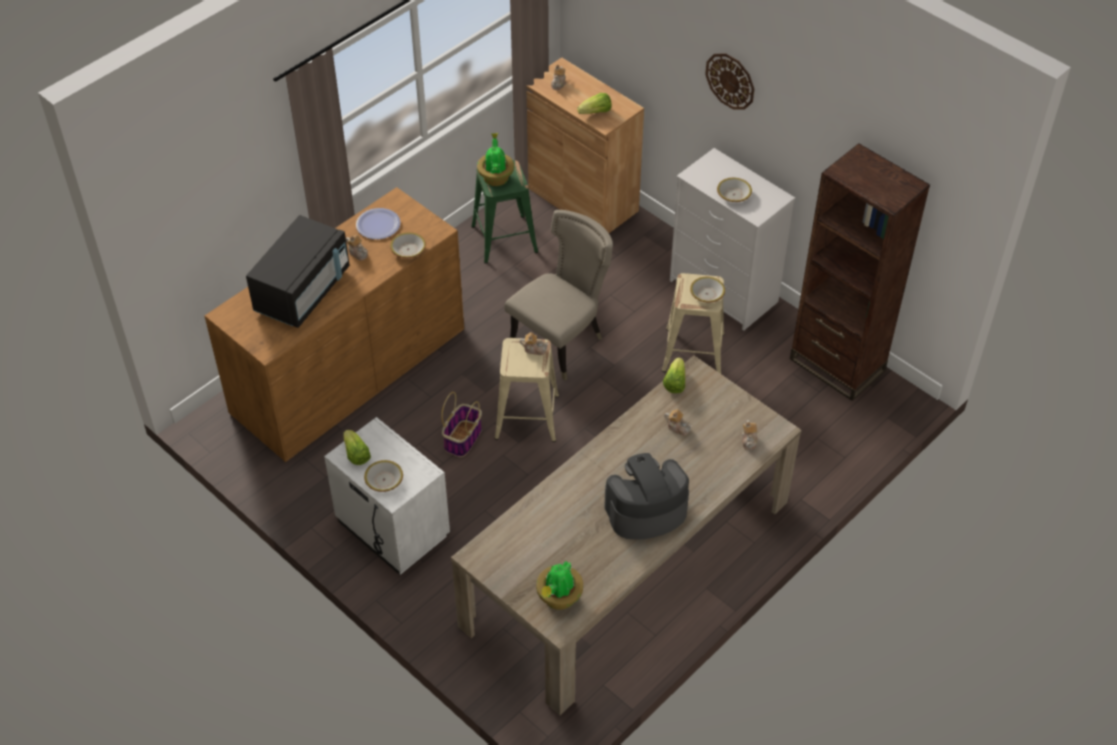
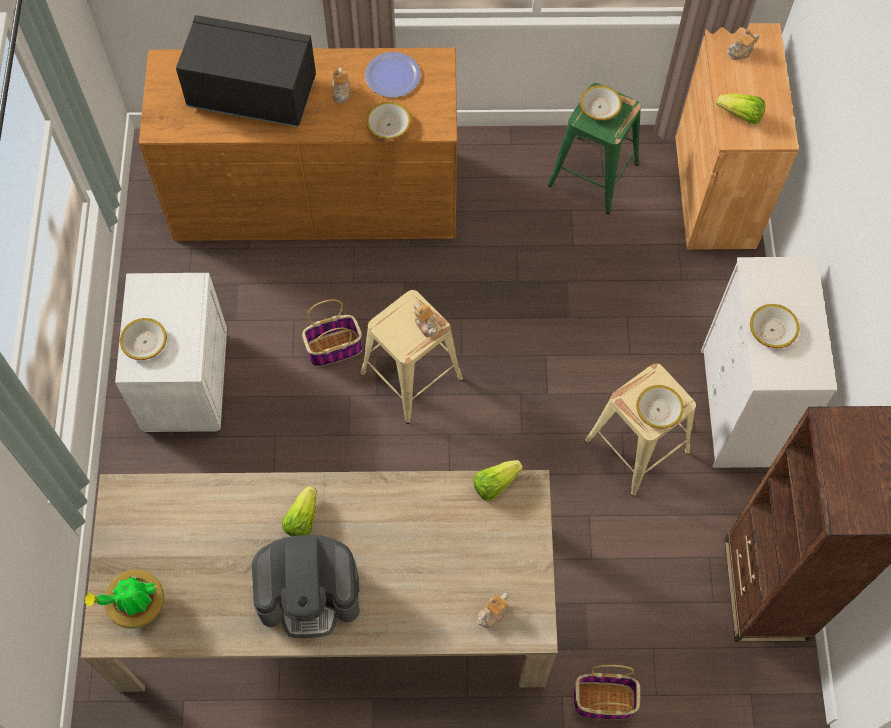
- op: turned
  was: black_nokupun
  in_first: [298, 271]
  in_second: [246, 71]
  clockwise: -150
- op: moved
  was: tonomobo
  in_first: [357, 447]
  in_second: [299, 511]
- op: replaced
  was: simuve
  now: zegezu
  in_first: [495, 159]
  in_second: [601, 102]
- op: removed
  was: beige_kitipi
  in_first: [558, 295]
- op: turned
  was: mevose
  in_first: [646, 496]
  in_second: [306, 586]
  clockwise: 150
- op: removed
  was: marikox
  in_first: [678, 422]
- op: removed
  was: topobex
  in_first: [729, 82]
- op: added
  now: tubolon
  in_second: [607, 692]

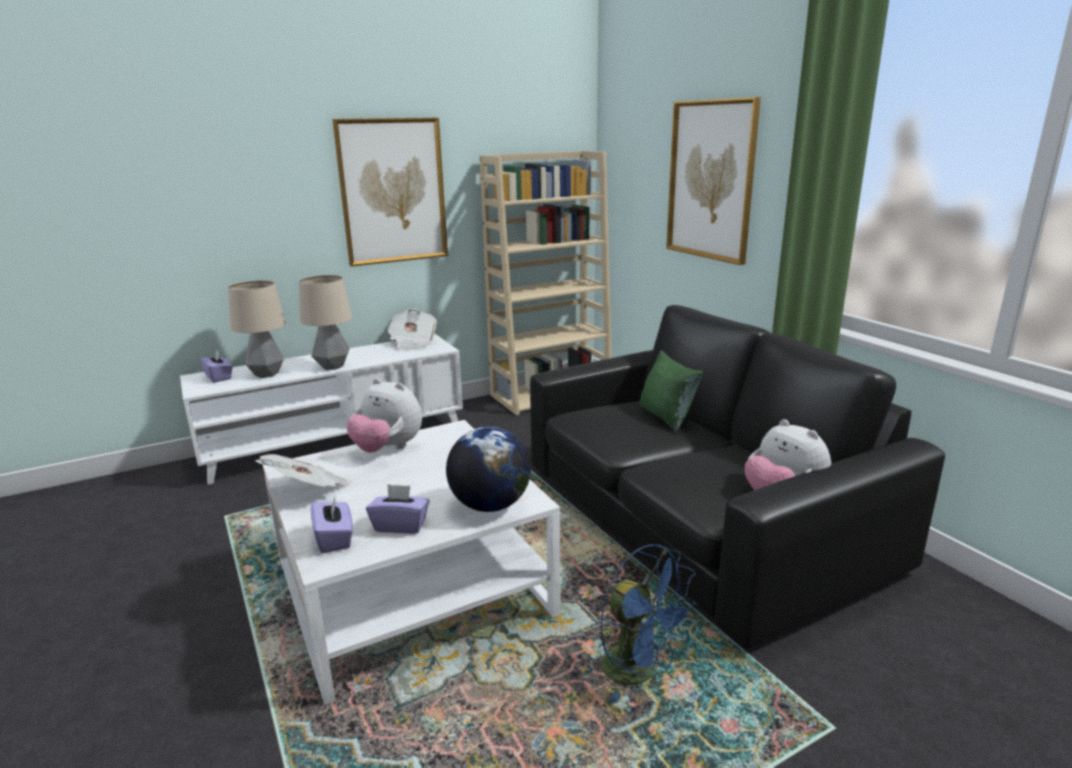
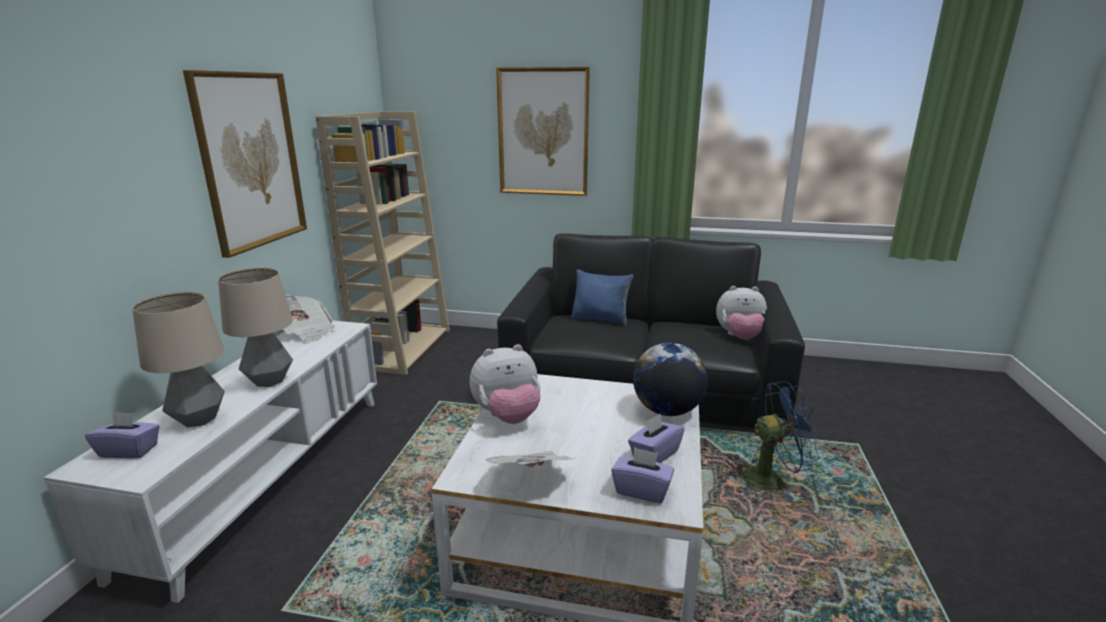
- op: recoloured
  was: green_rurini
  now: blue_rurini
  in_first: [671, 391]
  in_second: [603, 297]

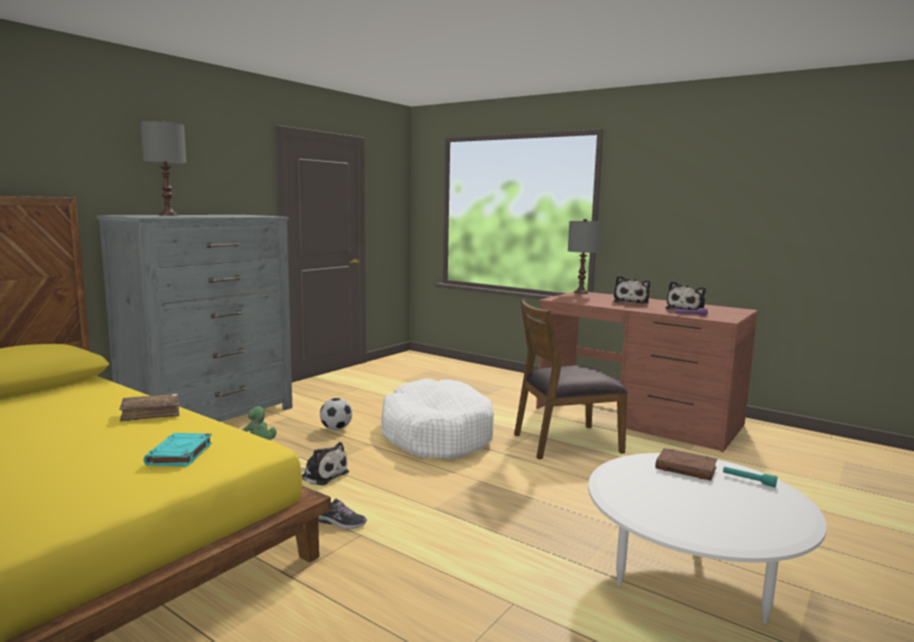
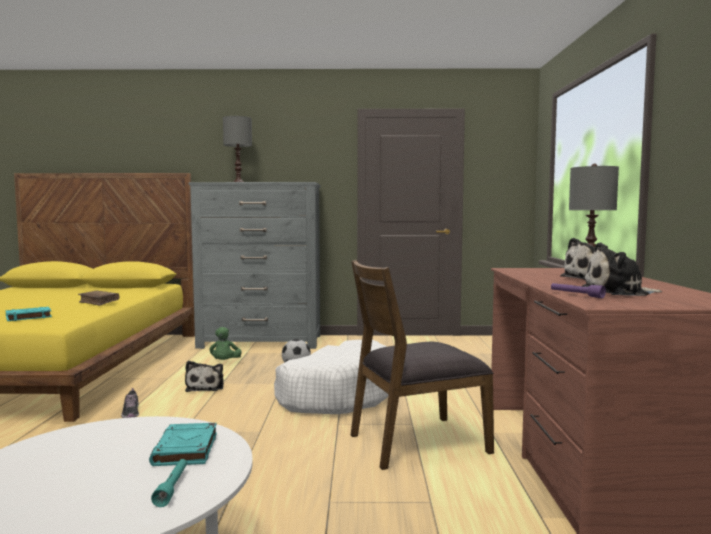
- op: turned
  was: brown_kitipi
  in_first: [571, 379]
  in_second: [422, 365]
  clockwise: -60
- op: recoloured
  was: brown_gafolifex
  now: turquoise_gafolifex
  in_first: [686, 464]
  in_second: [183, 444]

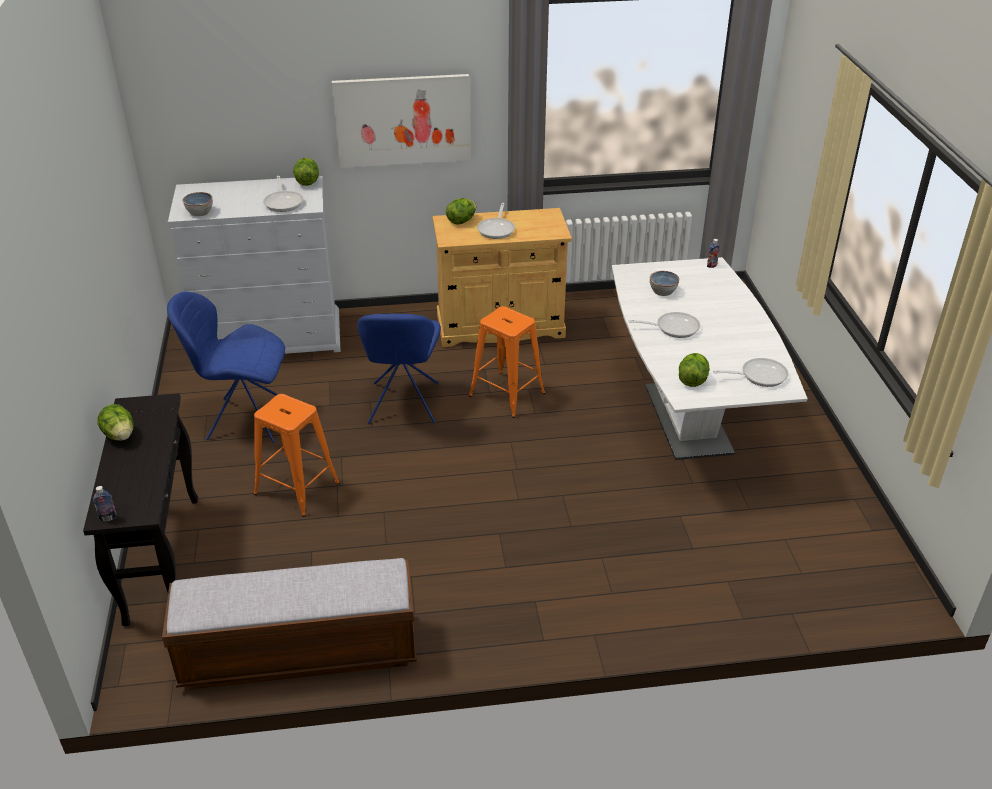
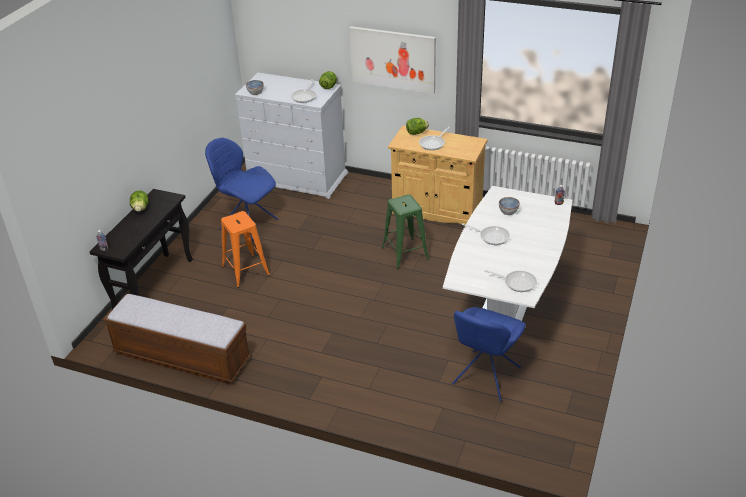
- op: moved
  was: blue_kitipi
  in_first: [399, 369]
  in_second: [489, 354]
- op: recoloured
  was: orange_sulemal
  now: green_sulemal
  in_first: [507, 362]
  in_second: [405, 231]
- op: removed
  was: tonomobo
  in_first: [694, 370]

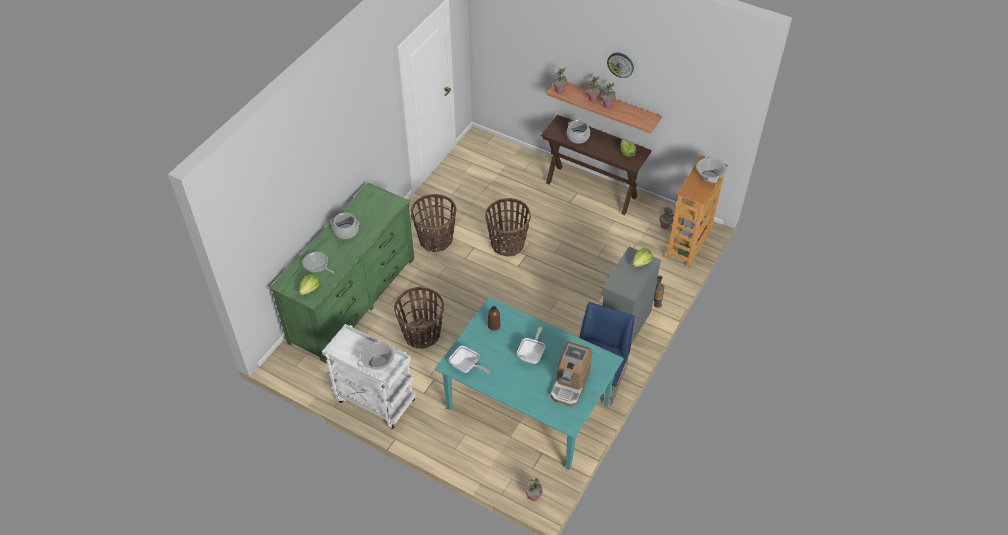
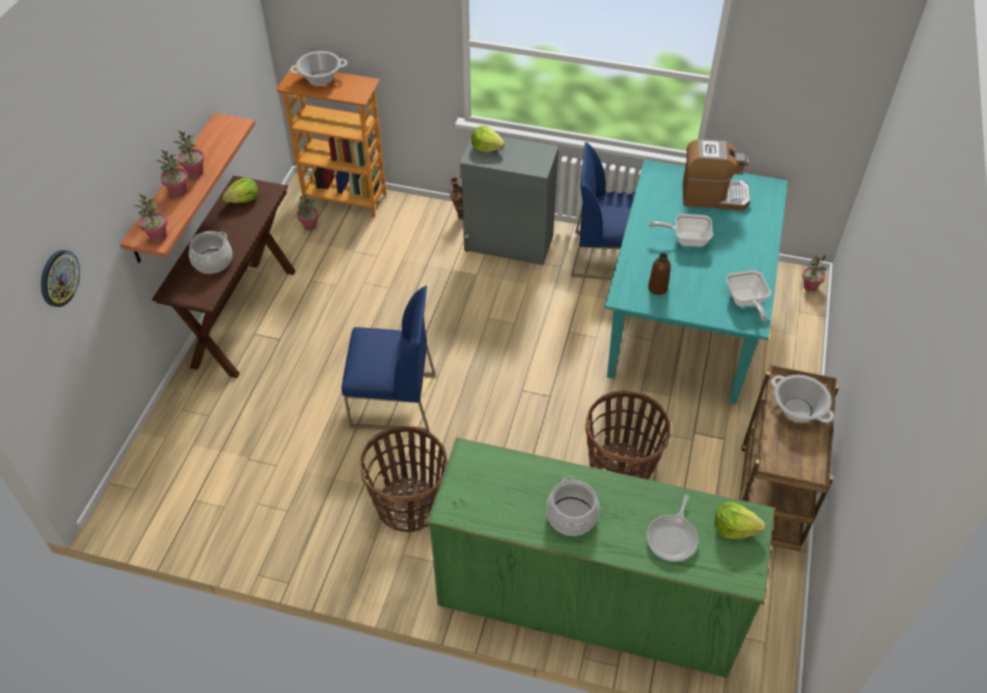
- op: recoloured
  was: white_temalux
  now: brown_temalux
  in_first: [369, 376]
  in_second: [789, 458]
- op: turned
  was: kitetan
  in_first: [469, 360]
  in_second: [748, 296]
  clockwise: 150
- op: replaced
  was: tubolon
  now: blue_kitipi
  in_first: [508, 227]
  in_second: [388, 358]
- op: moved
  was: topobex
  in_first: [620, 65]
  in_second: [60, 278]

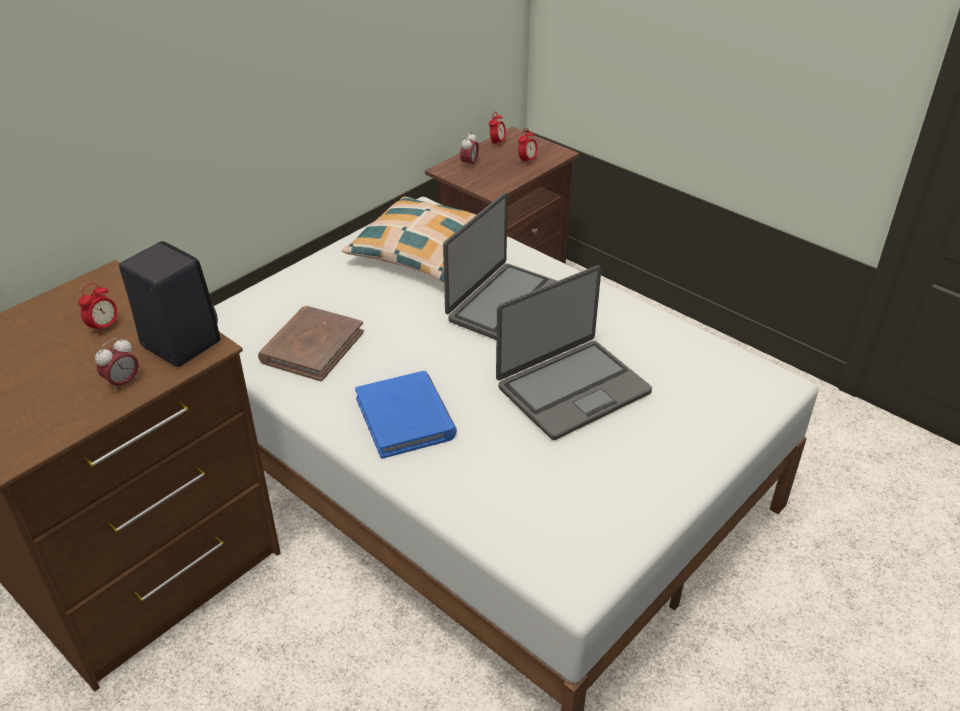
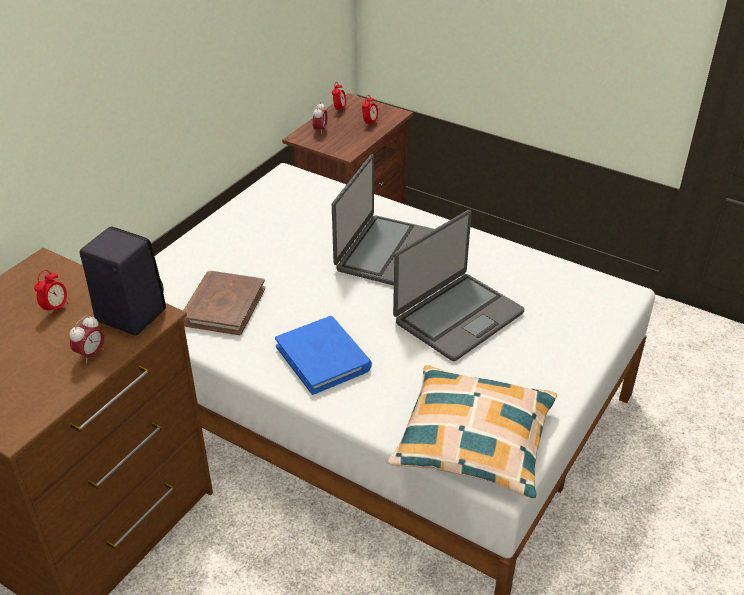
- op: moved
  was: rurini
  in_first: [409, 239]
  in_second: [472, 432]

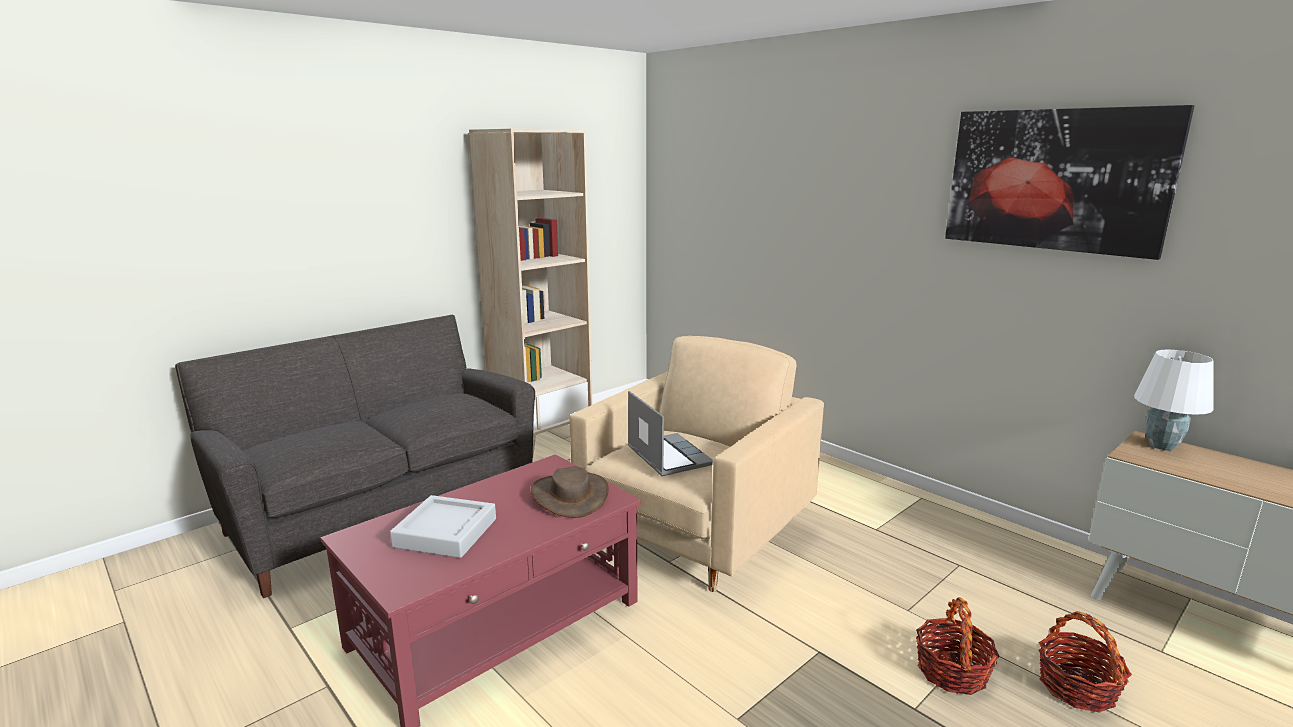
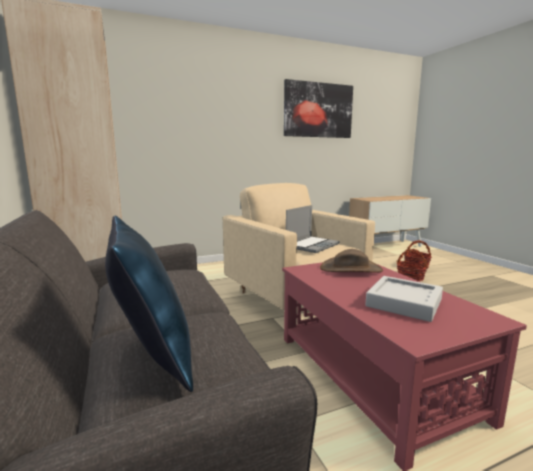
- op: turned
  was: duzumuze
  in_first: [671, 433]
  in_second: [313, 229]
  clockwise: 135
- op: removed
  was: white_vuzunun
  in_first: [1174, 400]
- op: added
  now: blue_rurini
  in_second: [149, 304]

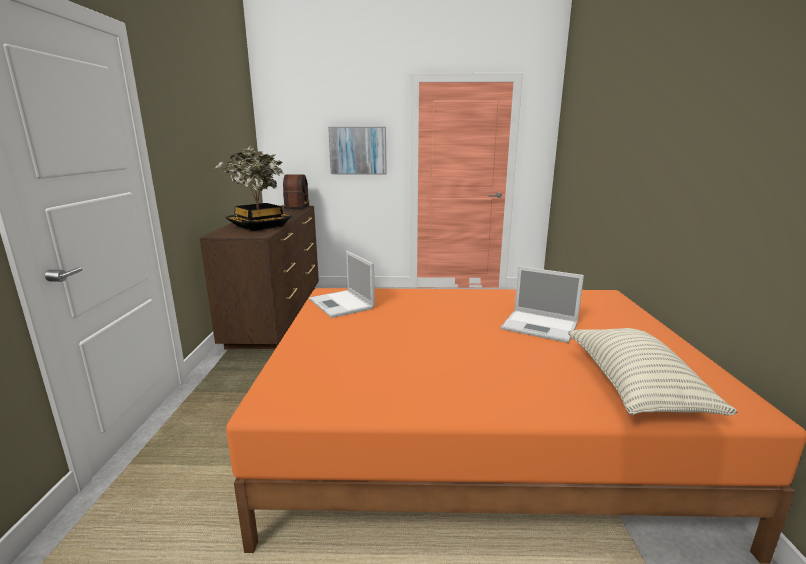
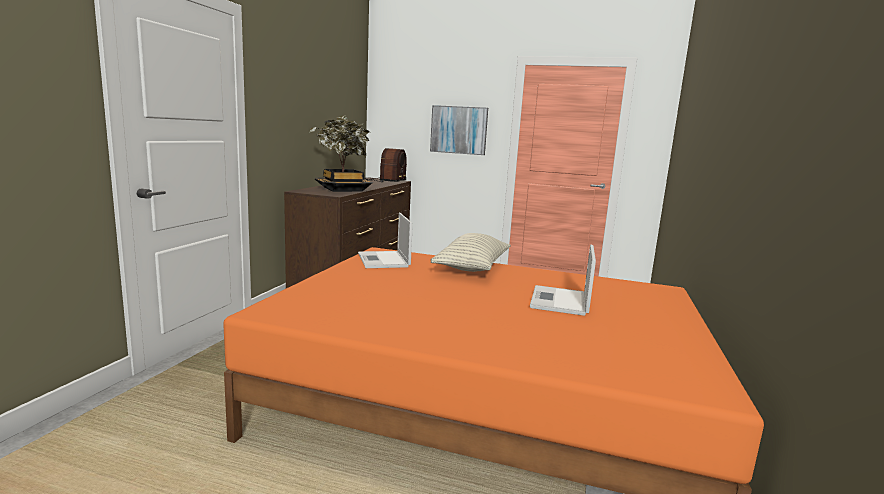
- op: turned
  was: duzumuze
  in_first: [542, 304]
  in_second: [563, 280]
  clockwise: 60
- op: moved
  was: rurini
  in_first: [652, 371]
  in_second: [471, 252]

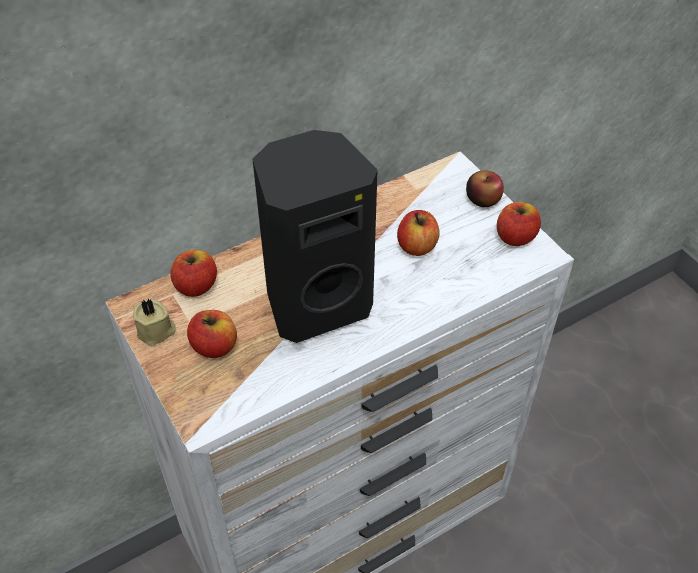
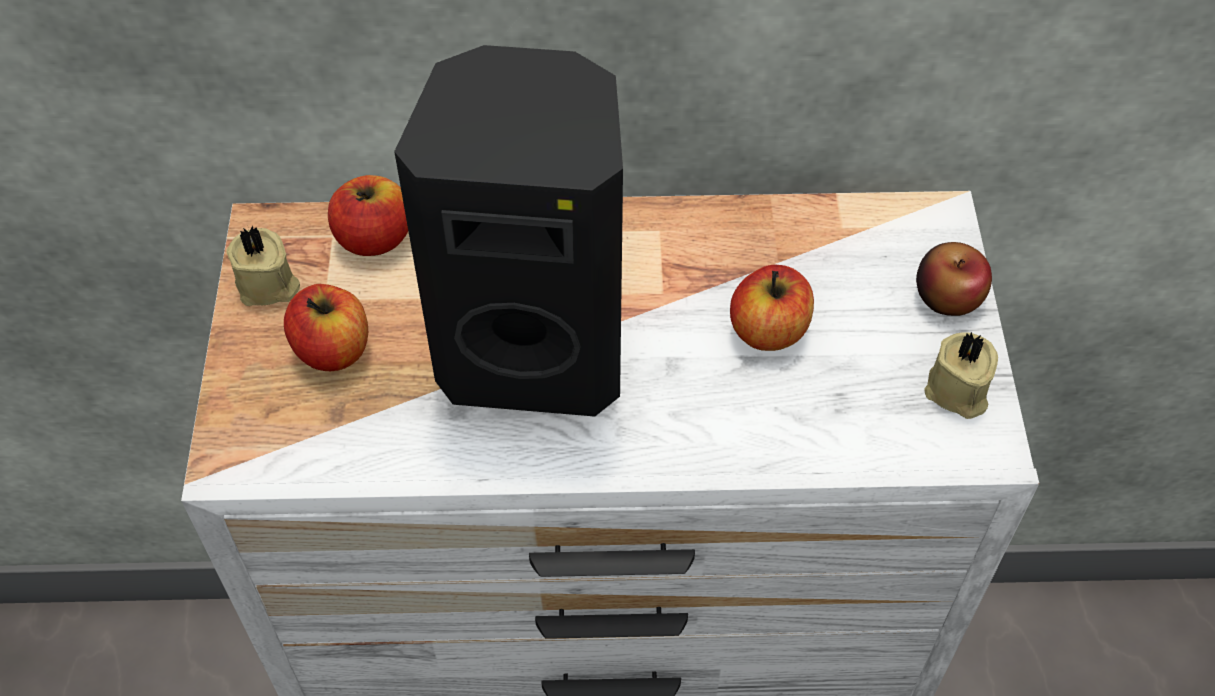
- op: replaced
  was: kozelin
  now: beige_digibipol
  in_first: [519, 224]
  in_second: [961, 375]

